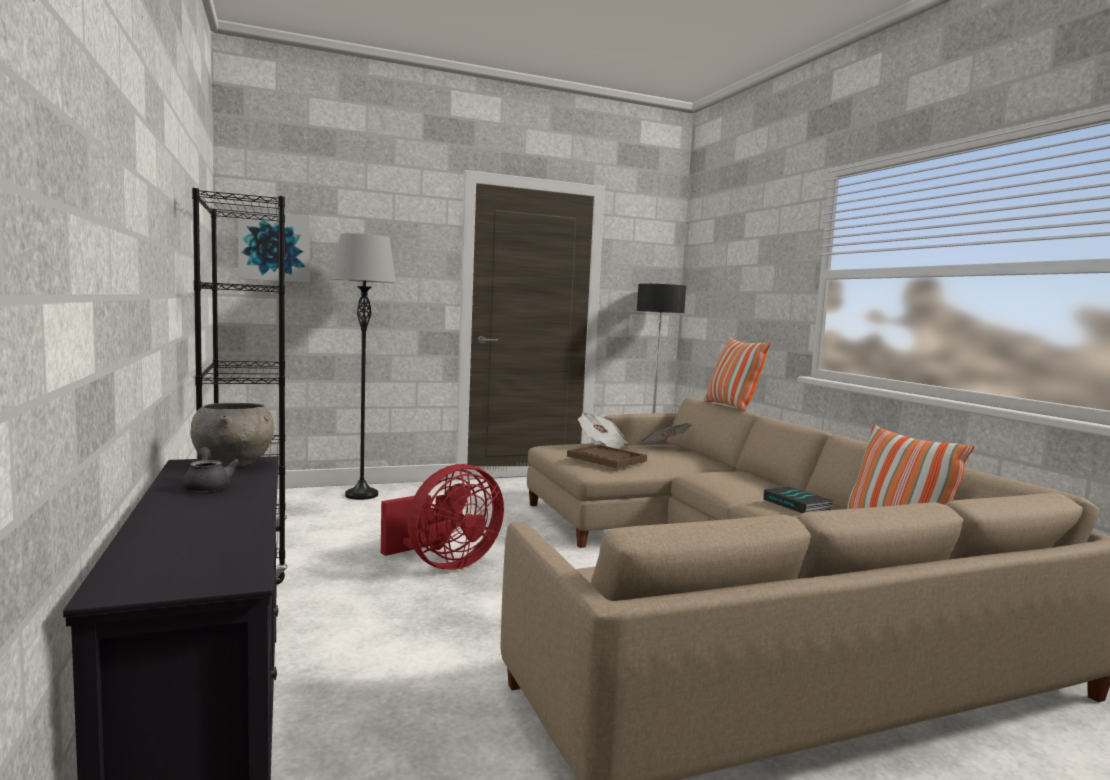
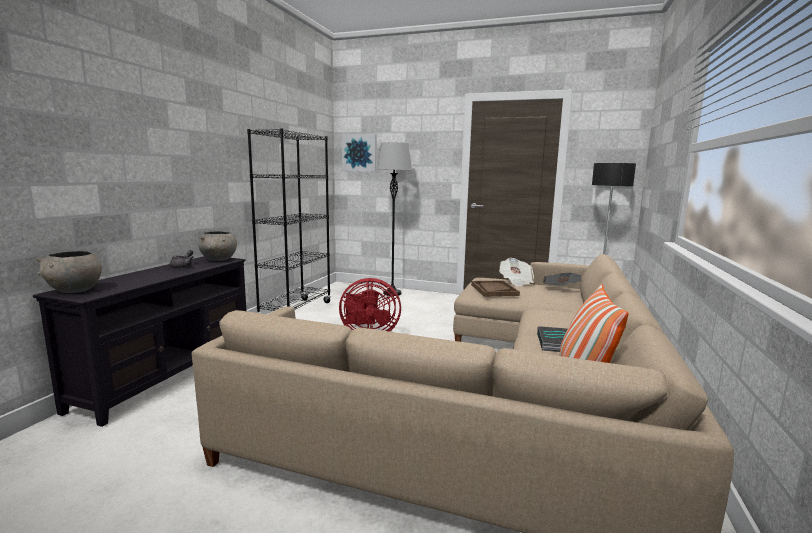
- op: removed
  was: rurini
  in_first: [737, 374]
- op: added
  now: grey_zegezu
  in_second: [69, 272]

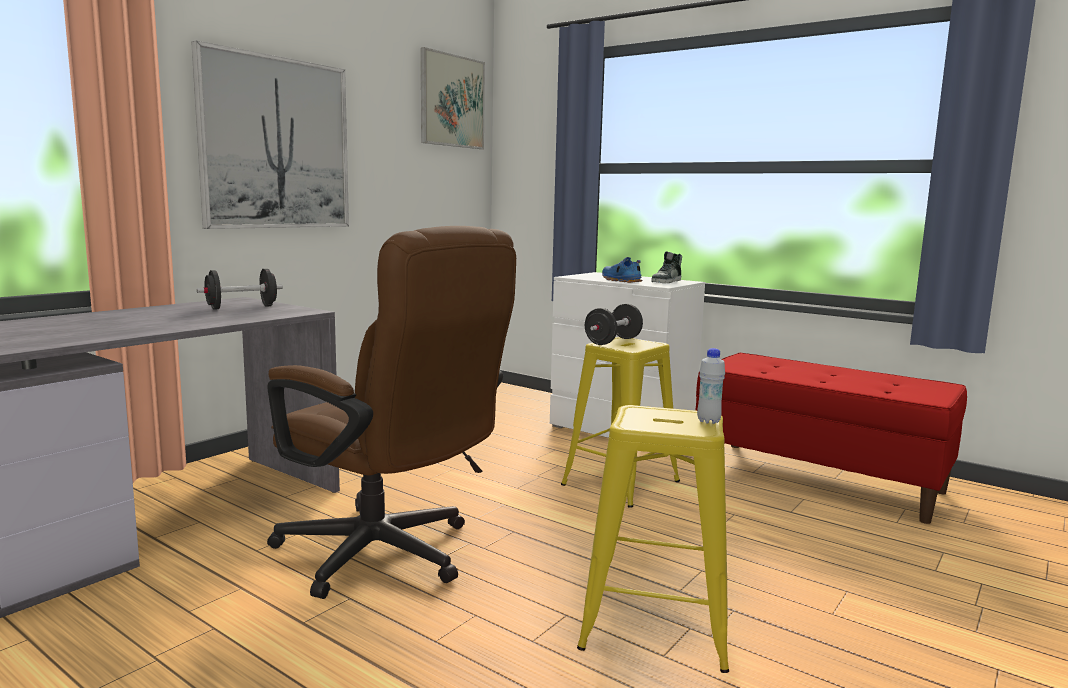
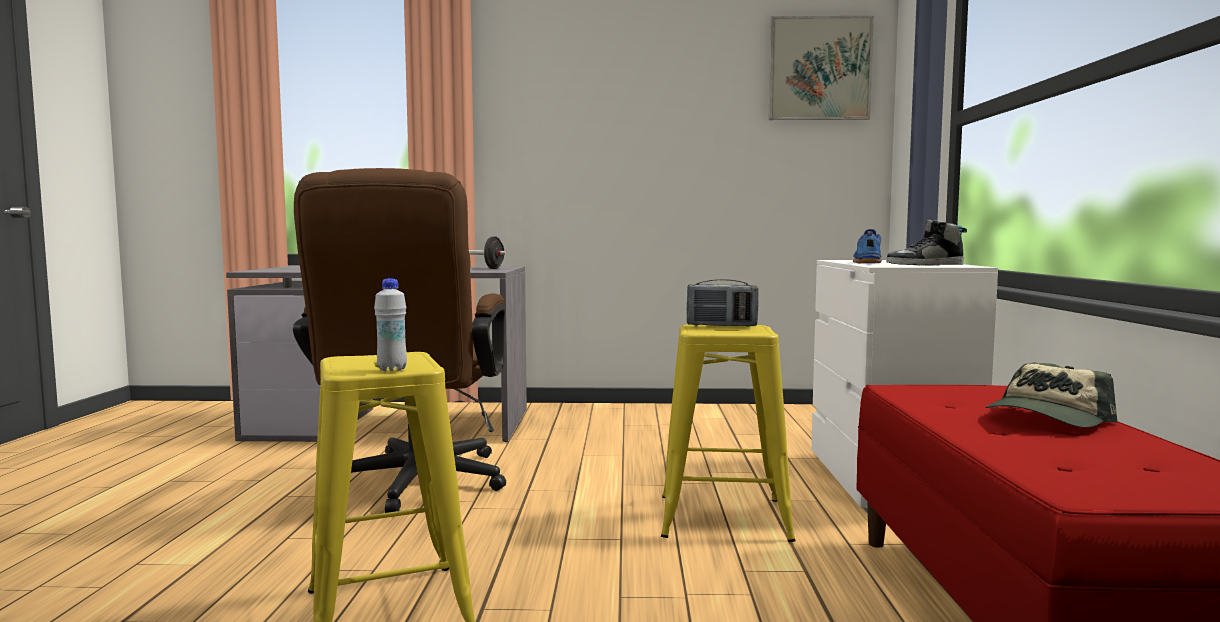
- op: removed
  was: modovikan
  in_first: [270, 135]
- op: replaced
  was: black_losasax
  now: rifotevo
  in_first: [614, 324]
  in_second: [723, 303]
- op: added
  now: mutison
  in_second: [1051, 395]

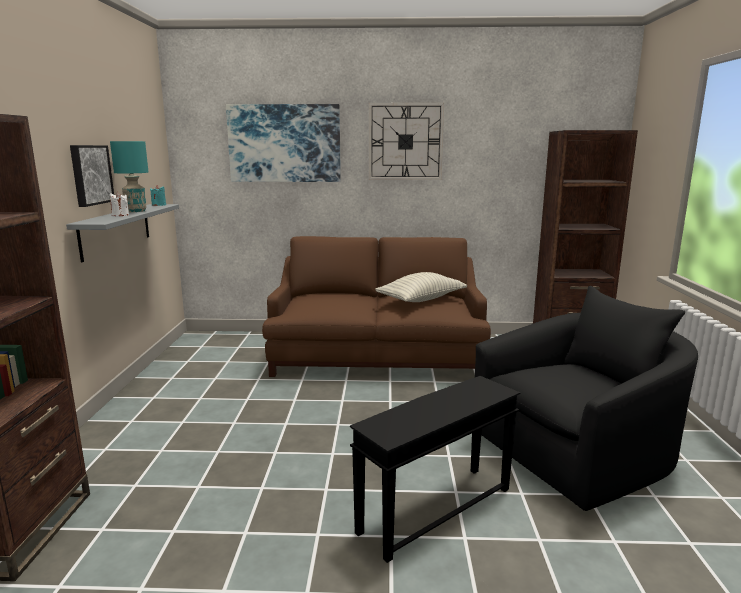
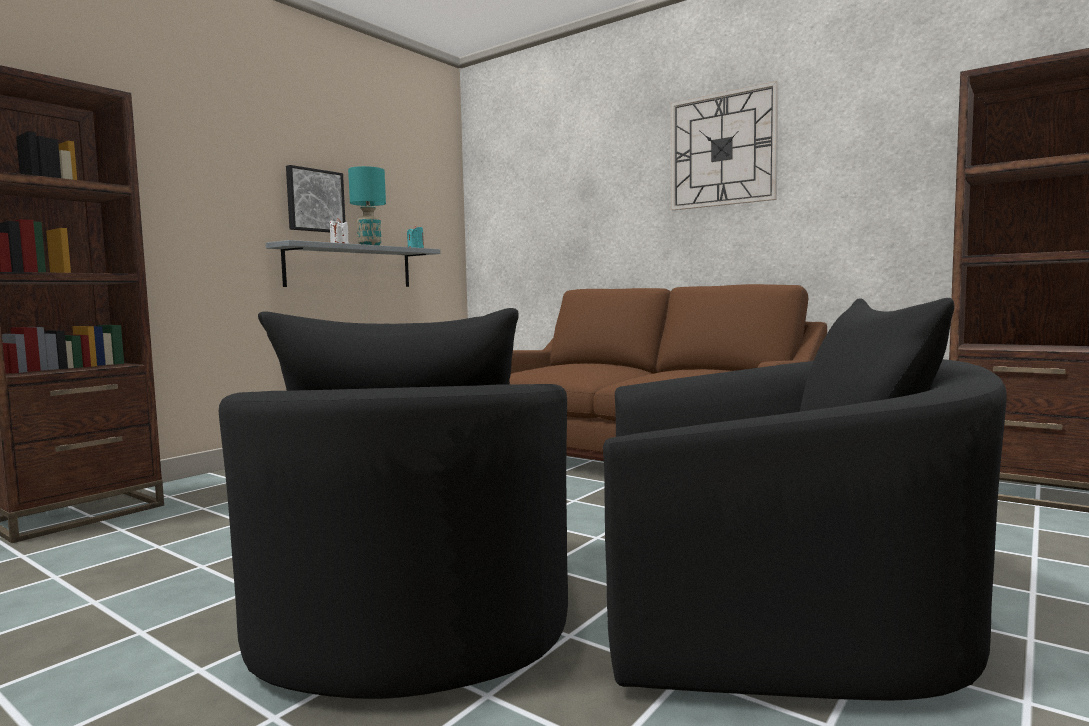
- op: removed
  was: modovikan
  in_first: [283, 143]
- op: replaced
  was: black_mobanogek
  now: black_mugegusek
  in_first: [435, 469]
  in_second: [393, 503]
- op: removed
  was: rurini
  in_first: [421, 287]

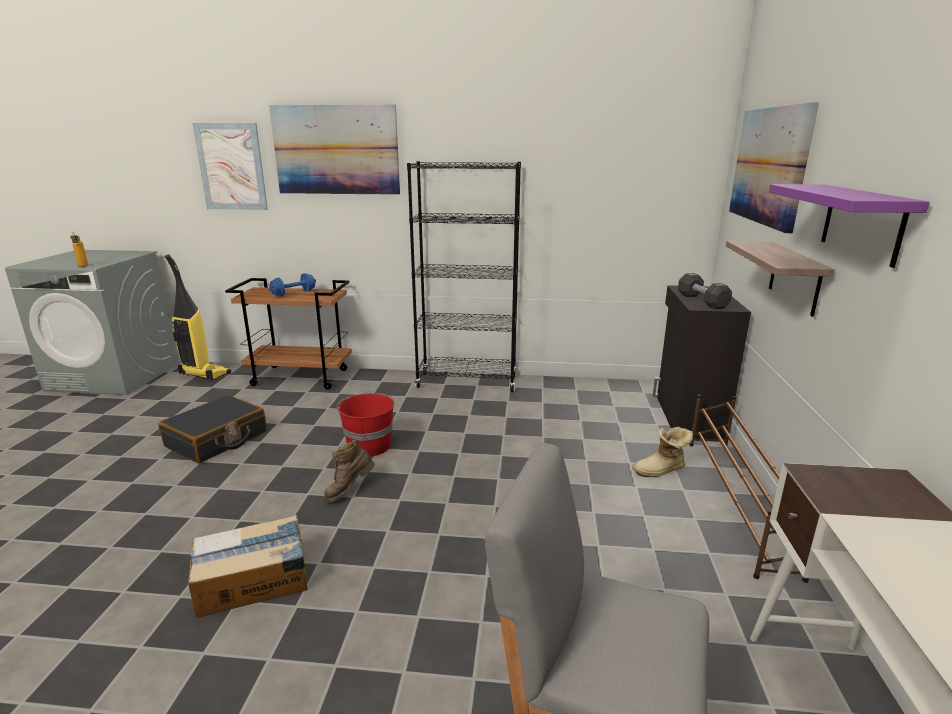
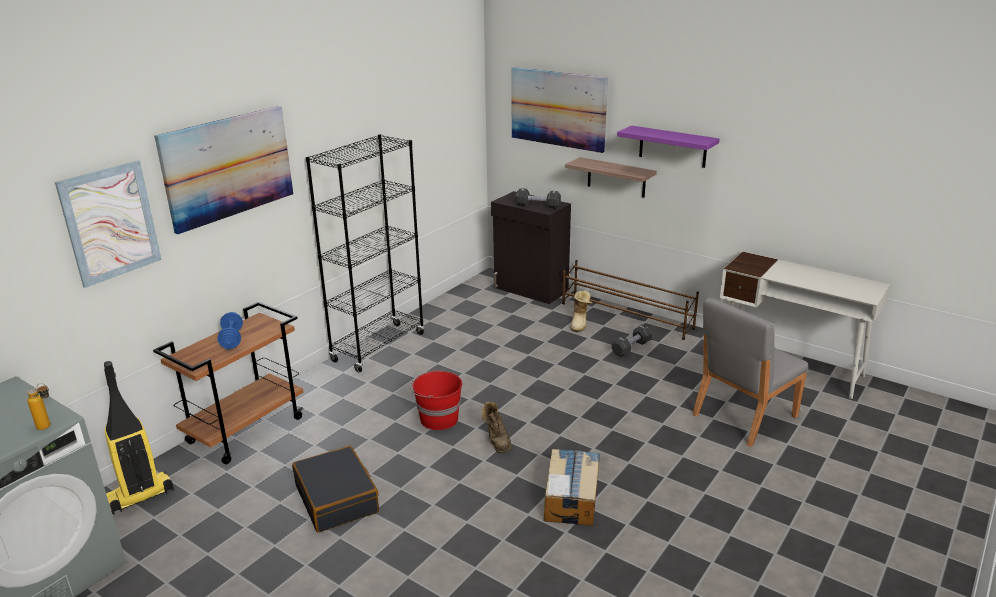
- op: added
  now: black_losasax
  in_second: [632, 341]

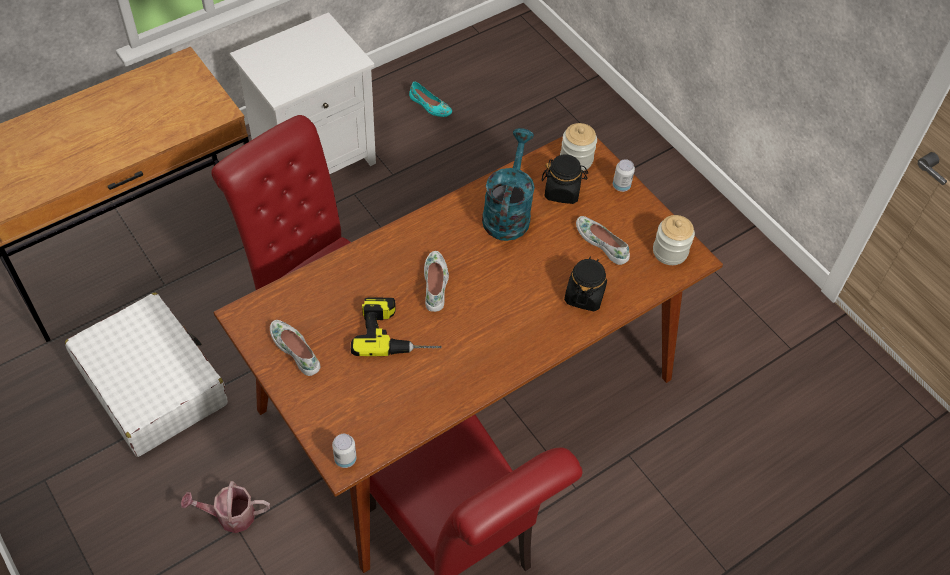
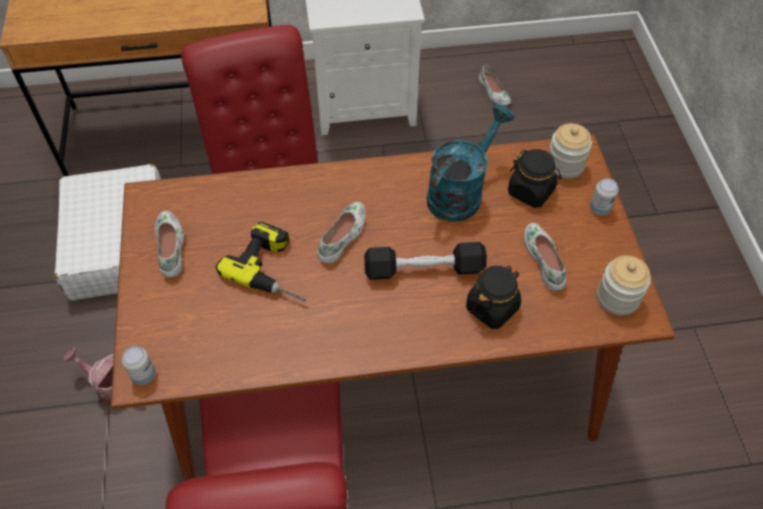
- op: recoloured
  was: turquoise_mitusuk
  now: white_mitusuk
  in_first: [430, 99]
  in_second: [495, 85]
- op: added
  now: black_losasax
  in_second: [425, 261]

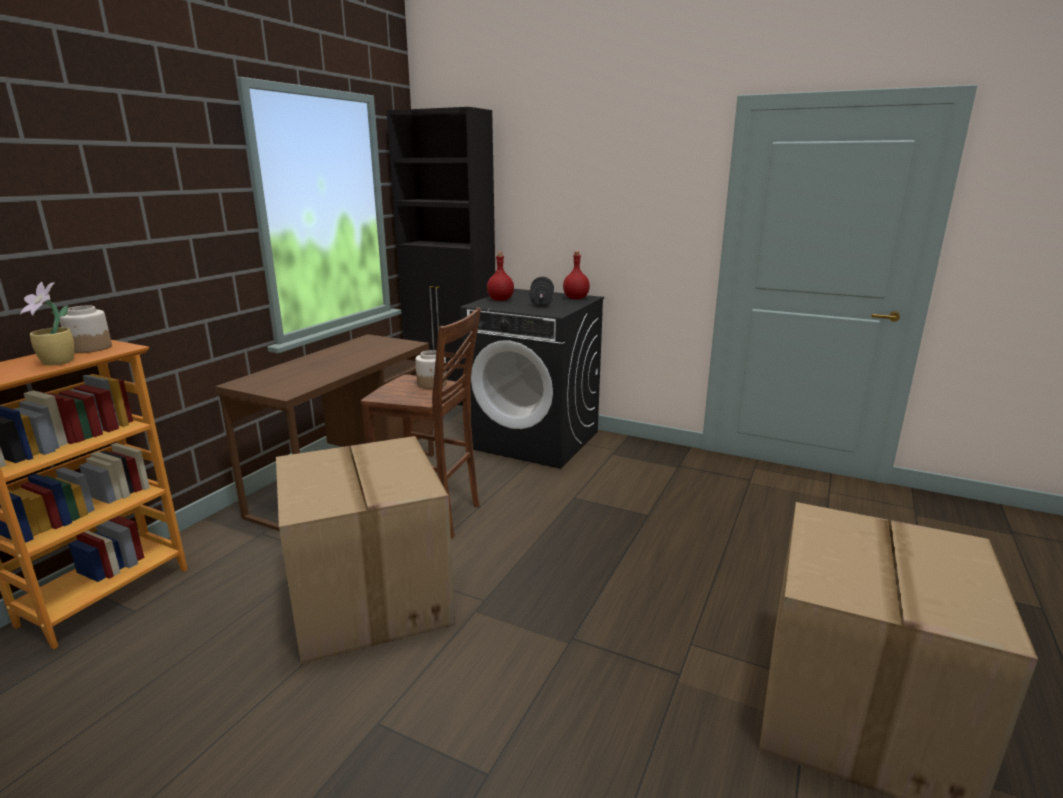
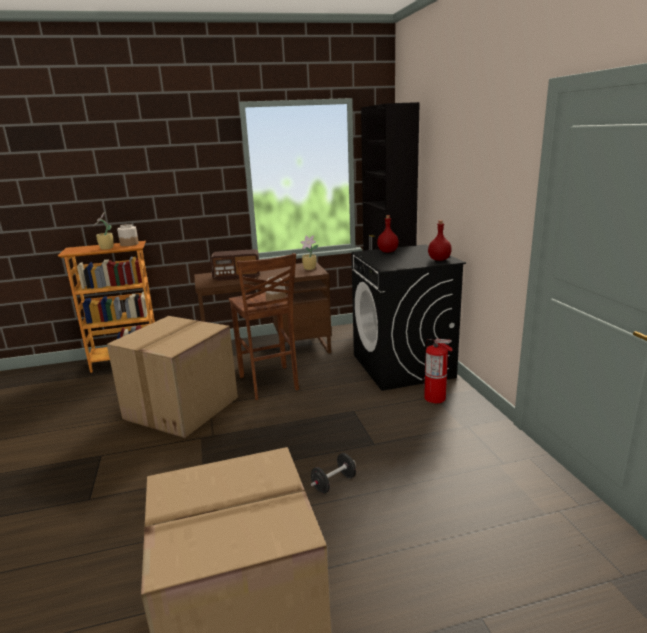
- op: moved
  was: black_losasax
  in_first: [541, 292]
  in_second: [333, 473]
- op: added
  now: rifotevo
  in_second: [234, 265]
- op: added
  now: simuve
  in_second: [309, 252]
- op: added
  now: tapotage
  in_second: [437, 371]

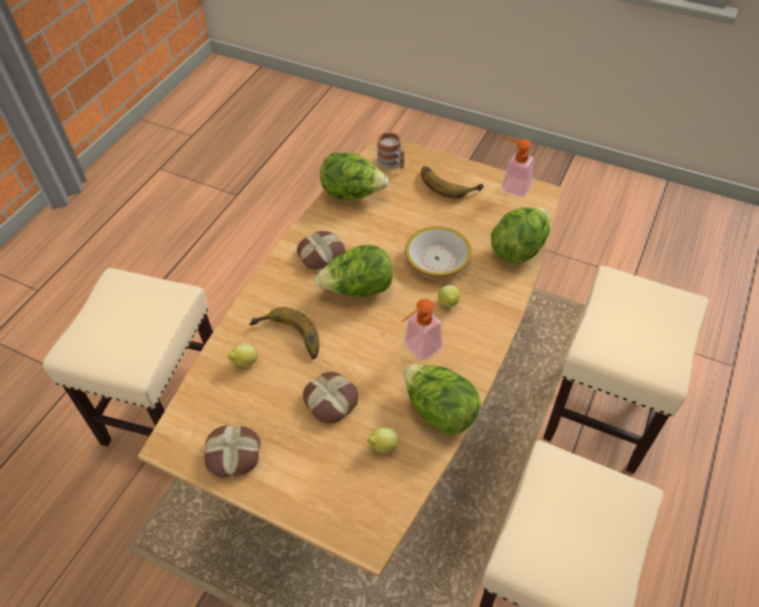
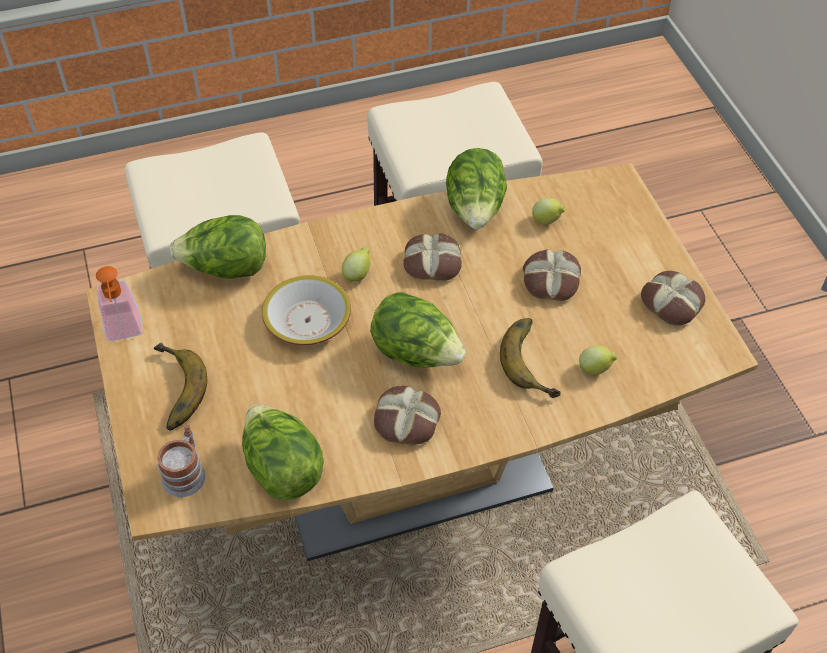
- op: replaced
  was: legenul
  now: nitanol
  in_first: [422, 329]
  in_second: [432, 257]

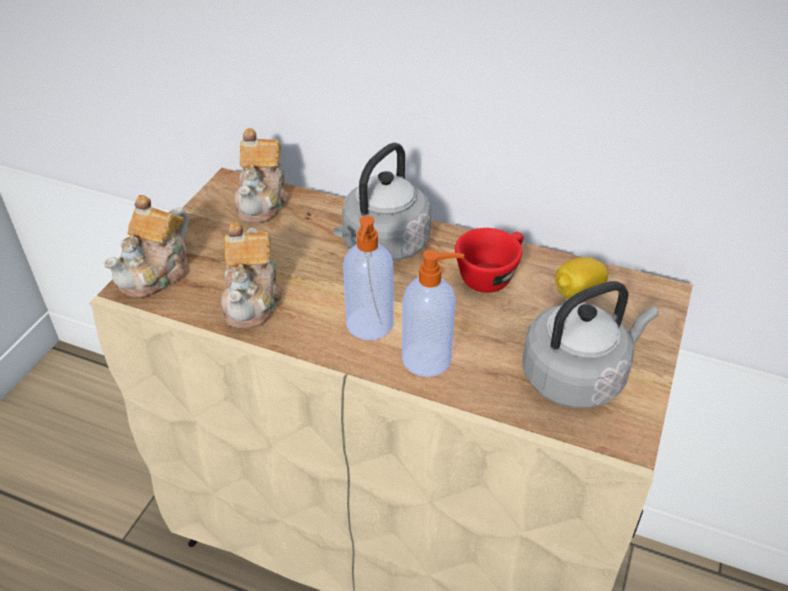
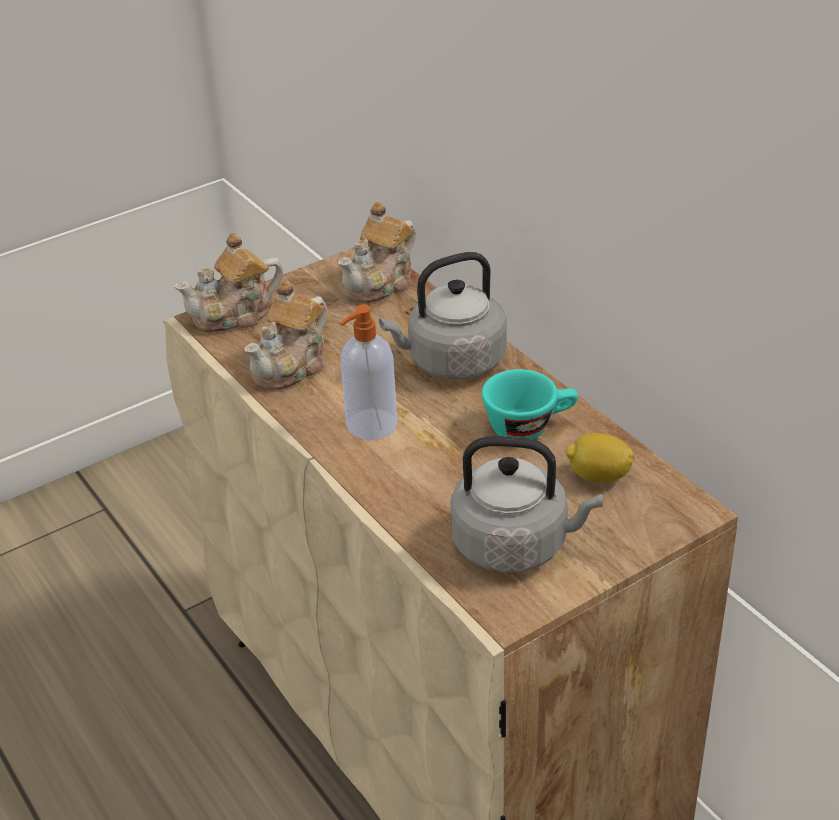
- op: removed
  was: legenul
  in_first: [433, 313]
- op: recoloured
  was: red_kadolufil
  now: turquoise_kadolufil
  in_first: [489, 260]
  in_second: [530, 404]

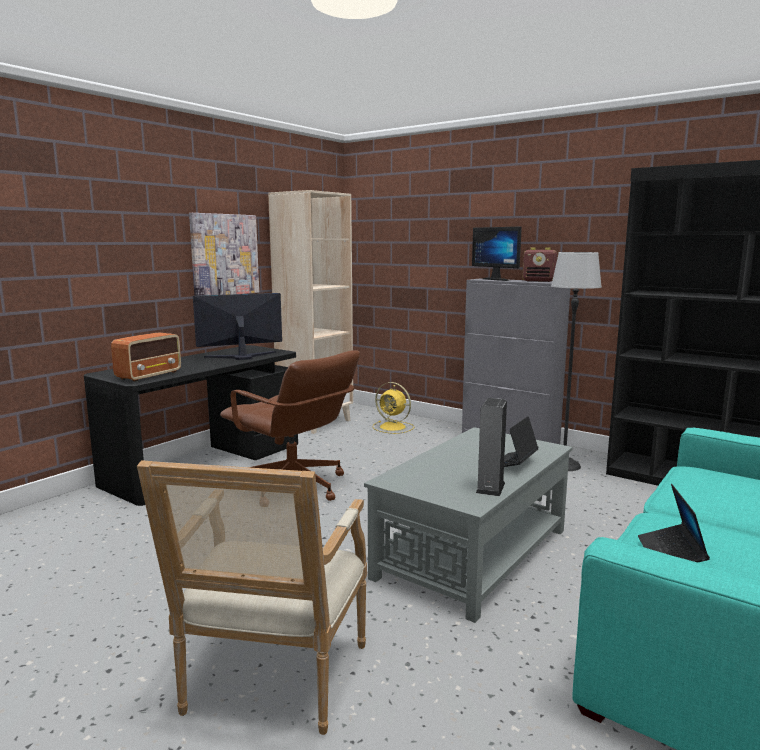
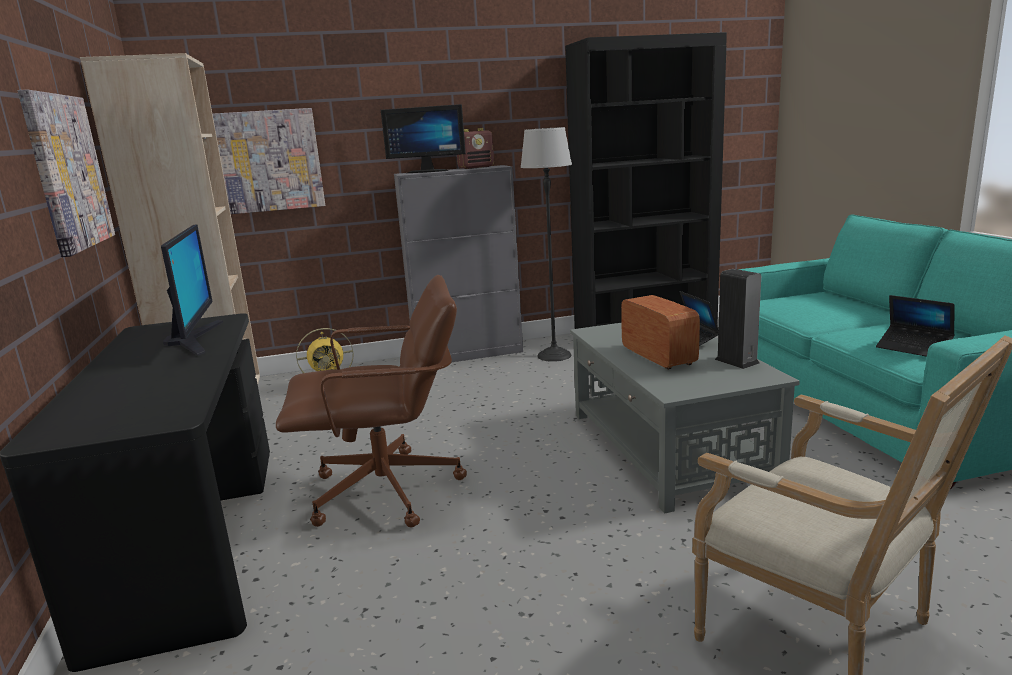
- op: moved
  was: rifotevo
  in_first: [146, 357]
  in_second: [660, 332]
- op: turned
  was: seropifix
  in_first: [237, 326]
  in_second: [192, 290]
  clockwise: 150
- op: added
  now: modovikan
  in_second: [269, 161]

